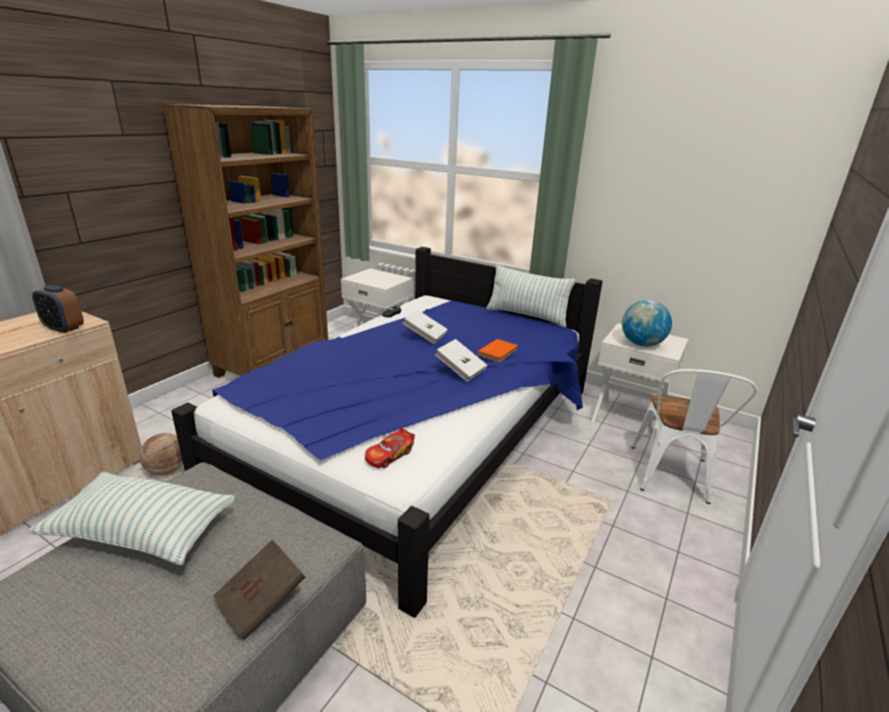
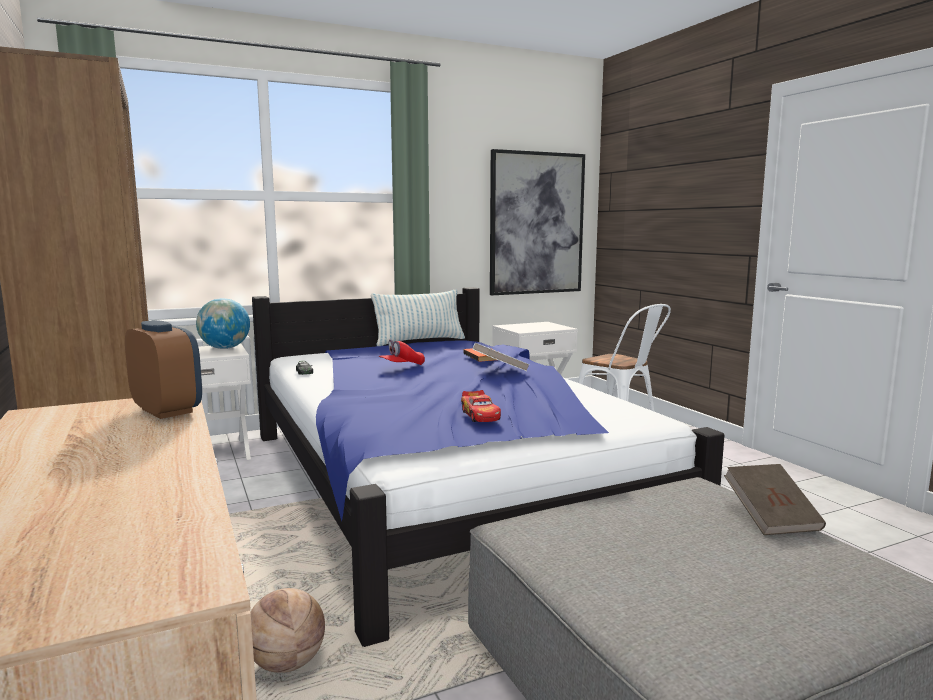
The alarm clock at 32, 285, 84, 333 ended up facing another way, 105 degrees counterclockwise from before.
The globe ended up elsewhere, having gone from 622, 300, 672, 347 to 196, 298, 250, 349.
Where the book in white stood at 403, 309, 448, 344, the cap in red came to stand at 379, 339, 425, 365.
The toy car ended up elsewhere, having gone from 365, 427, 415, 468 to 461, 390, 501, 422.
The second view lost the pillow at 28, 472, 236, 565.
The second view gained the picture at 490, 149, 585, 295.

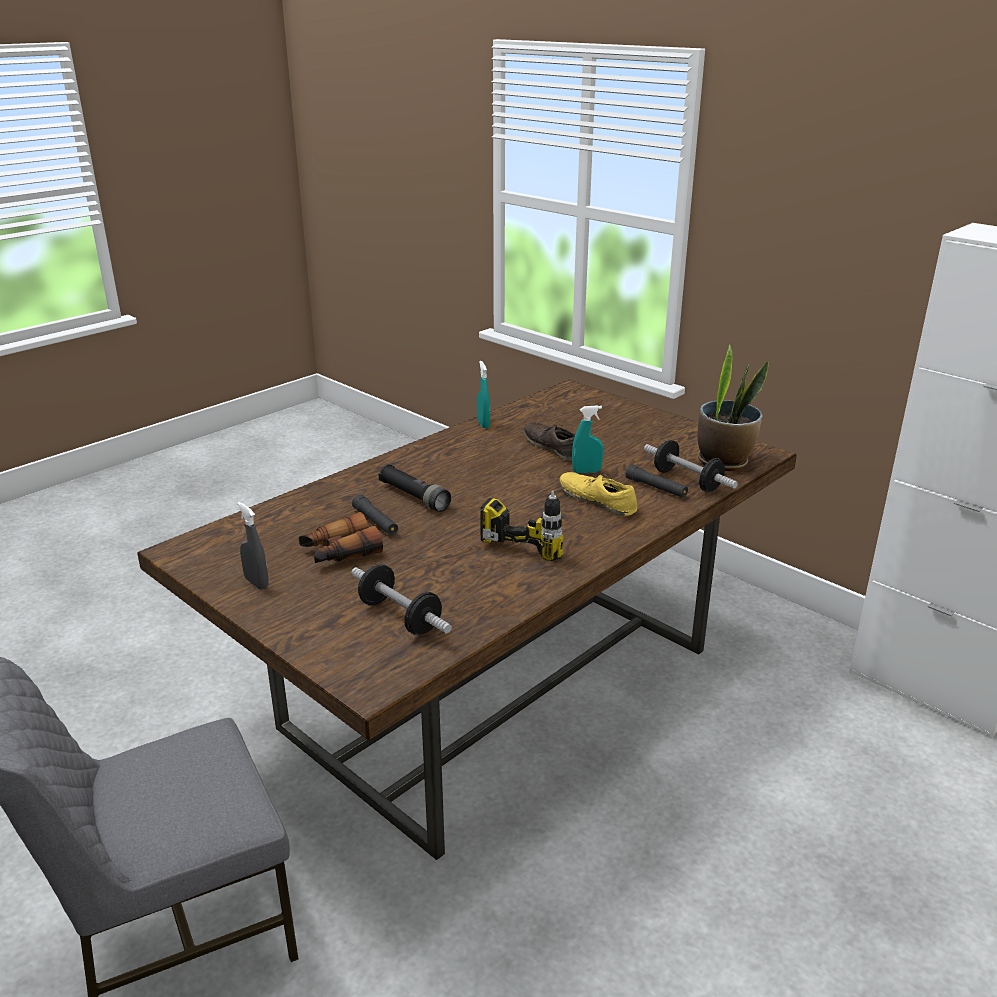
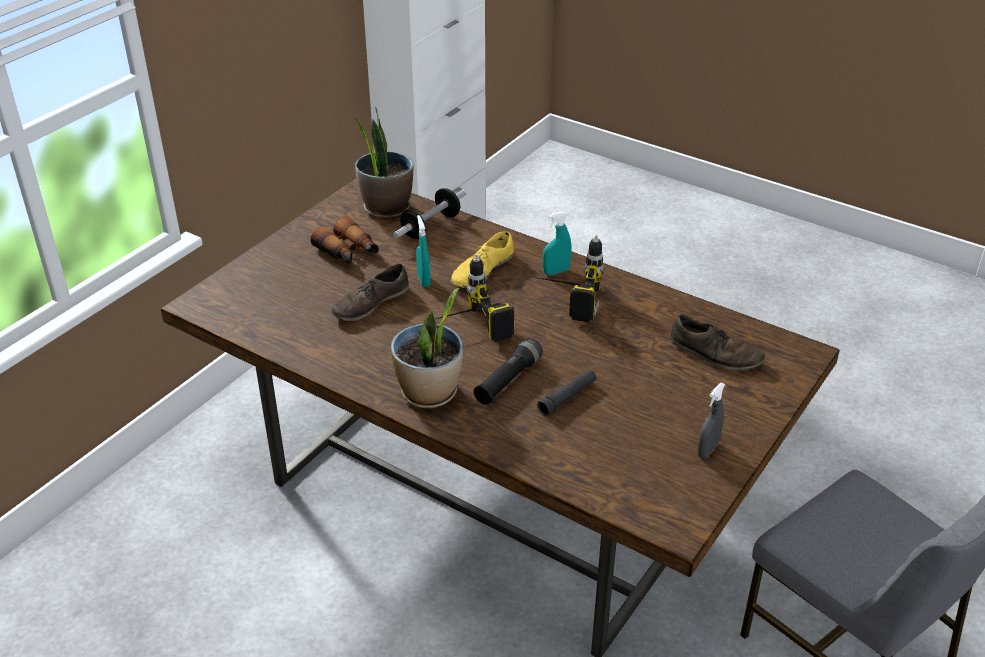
The spray bottle in turquoise ended up elsewhere, having gone from 477, 361, 490, 429 to 543, 212, 571, 275.
The second view lost the flashlight in black at 625, 465, 688, 498.
The binoculars ended up elsewhere, having gone from 299, 512, 383, 563 to 311, 217, 379, 265.
Where the dumbbell stood at 351, 565, 452, 635, the shoe in brown came to stand at 670, 314, 765, 371.
The second view gained the power drill at 436, 254, 514, 343.
The second view gained the potted plant at 391, 288, 463, 408.

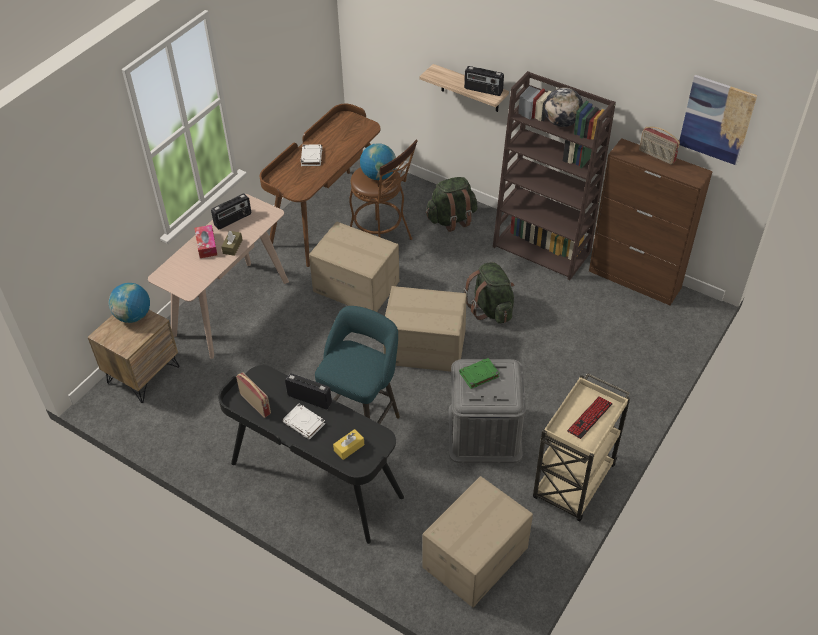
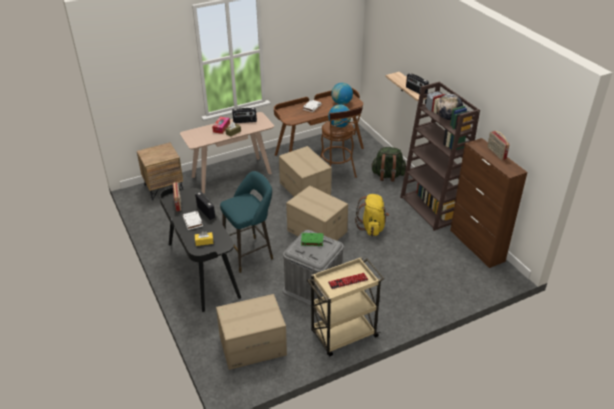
The second view lost the picture at 679, 75, 757, 165.
What was the backpack in green at 463, 262, 514, 324 turned into the backpack in yellow at 355, 194, 389, 236.
The globe ended up elsewhere, having gone from 109, 283, 150, 323 to 331, 83, 353, 105.

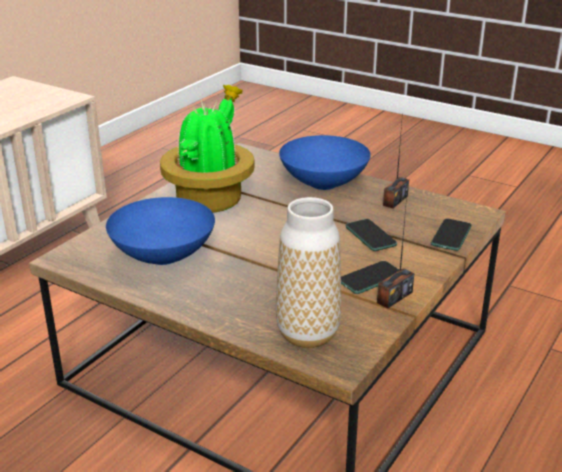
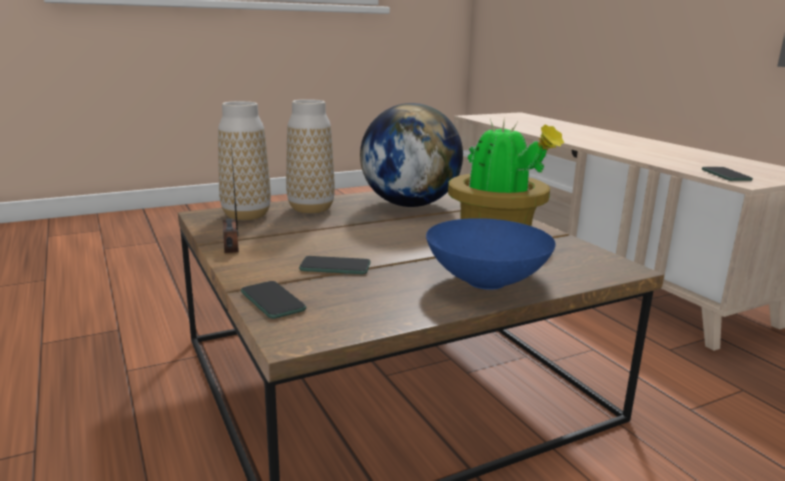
The second view lost the radio at 383, 112, 409, 208.
Where the bowl in blue stood at 106, 197, 215, 265, the globe came to stand at 360, 103, 463, 207.
The phone ended up elsewhere, having gone from 341, 261, 399, 294 to 702, 167, 753, 181.
The second view gained the vase at 286, 99, 335, 214.

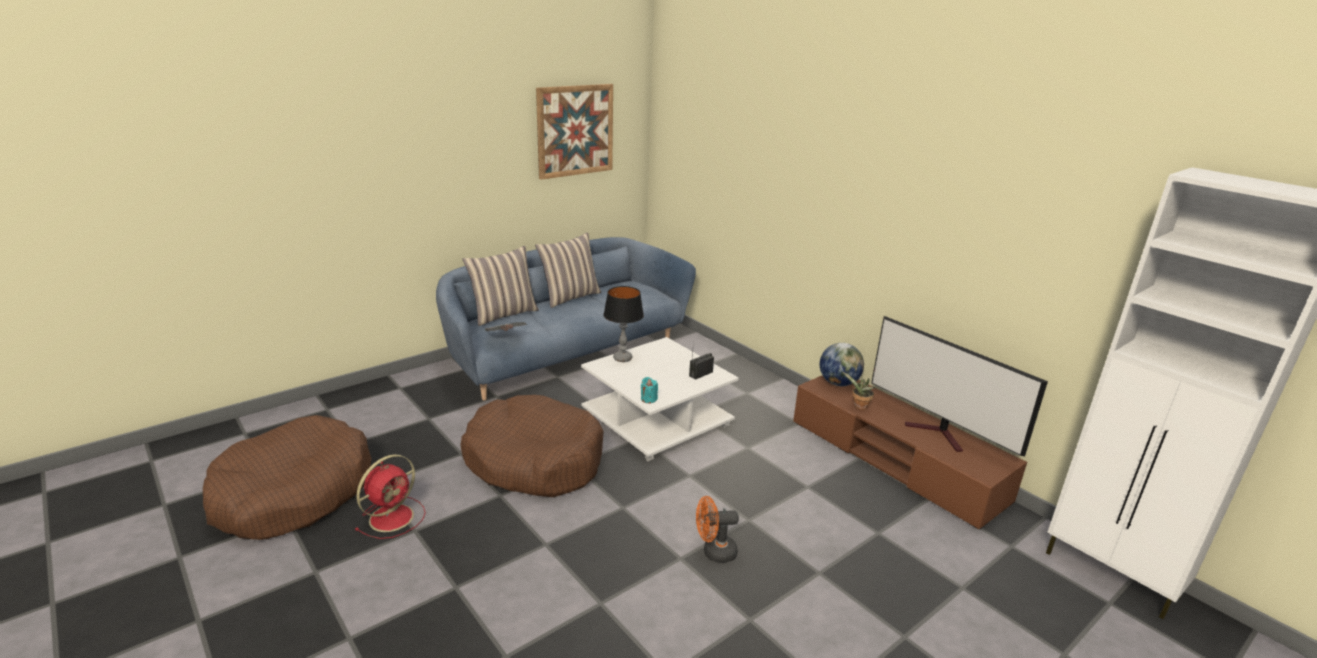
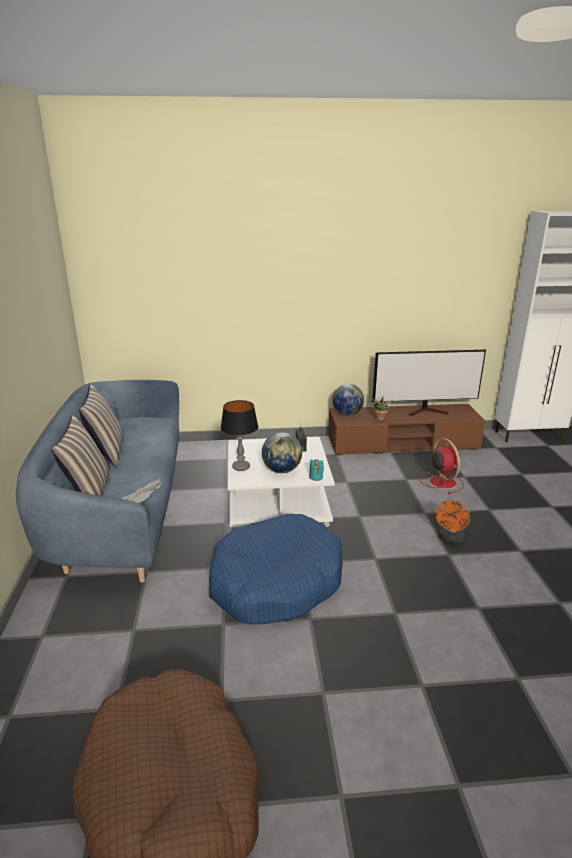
The second view lost the picture at 536, 84, 613, 180.
What was the dog bed in brown at 460, 395, 604, 497 turned into the dog bed in blue at 209, 514, 343, 624.
The fan in red ended up elsewhere, having gone from 355, 454, 426, 539 to 420, 438, 464, 494.
The second view gained the globe at 262, 432, 302, 473.

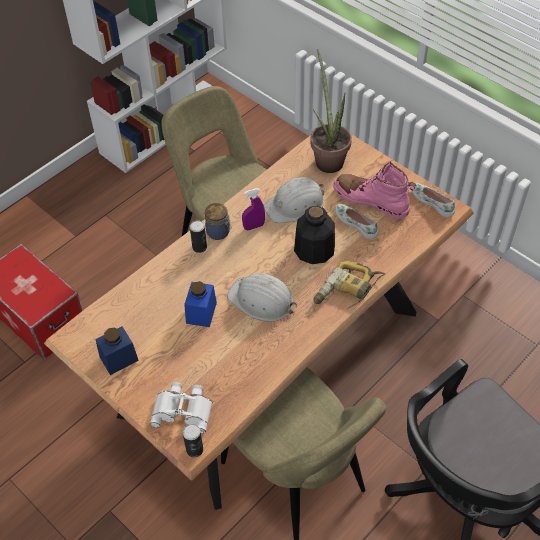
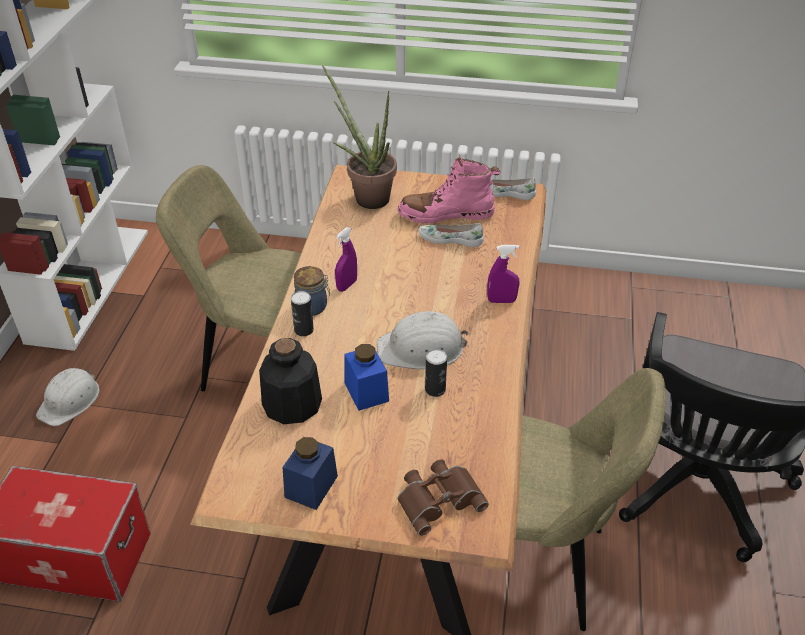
The hard hat in white ended up elsewhere, having gone from 264, 177, 324, 223 to 36, 368, 99, 426.
The bottle ended up elsewhere, having gone from 294, 206, 335, 264 to 259, 338, 322, 424.
Where the power drill stood at 313, 261, 385, 310, the spray bottle in purple came to stand at 487, 245, 520, 303.
What was the binoculars in white at 150, 382, 212, 433 turned into the binoculars in brown at 397, 460, 489, 536.
The can ended up elsewhere, having gone from 183, 424, 203, 457 to 425, 349, 447, 397.

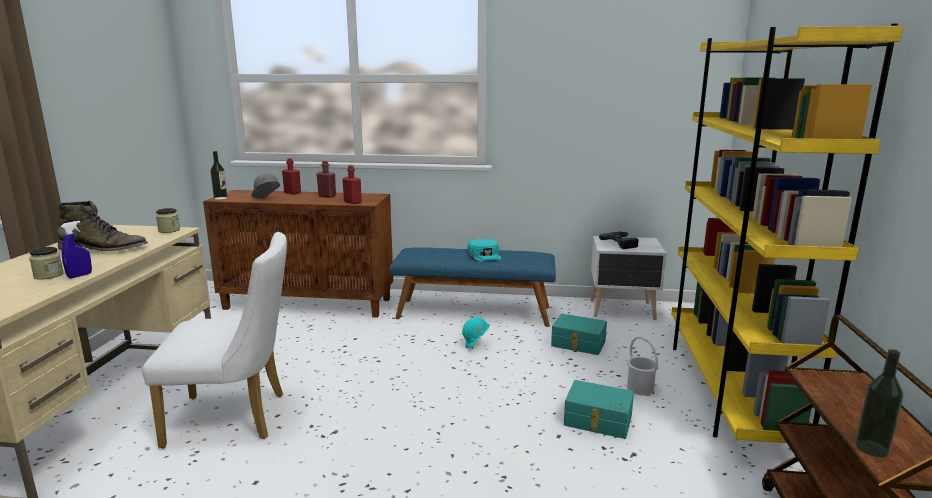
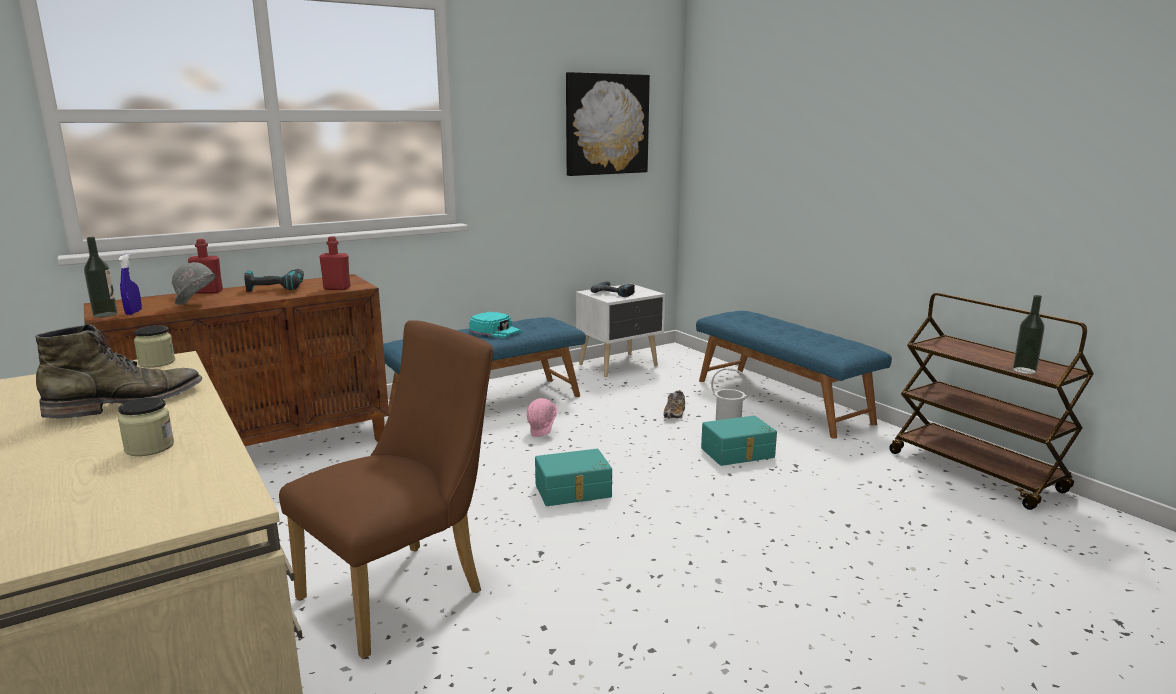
Where the bookcase in yellow stood at 671, 24, 904, 443, the bench in blue came to stand at 696, 311, 892, 439.
Where the bottle in red stood at 316, 161, 336, 198, the power drill came to stand at 244, 269, 304, 292.
The spray bottle in blue ended up elsewhere, having gone from 61, 221, 92, 278 to 118, 254, 142, 315.
What was the chair in white at 142, 232, 287, 448 turned into the chair in brown at 279, 320, 493, 659.
The storage box in turquoise ended up elsewhere, having gone from 551, 314, 607, 355 to 535, 449, 612, 506.
What was the hard hat in turquoise at 462, 317, 490, 348 turned into the hard hat in pink at 527, 398, 558, 437.
The second view gained the picture at 566, 72, 650, 176.
The second view gained the shoe at 663, 390, 685, 419.

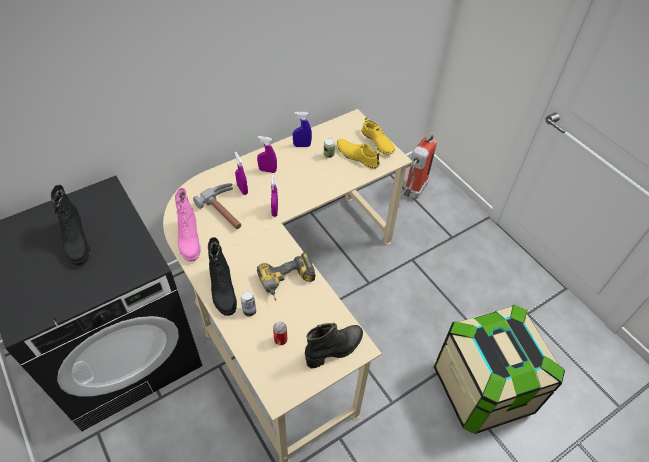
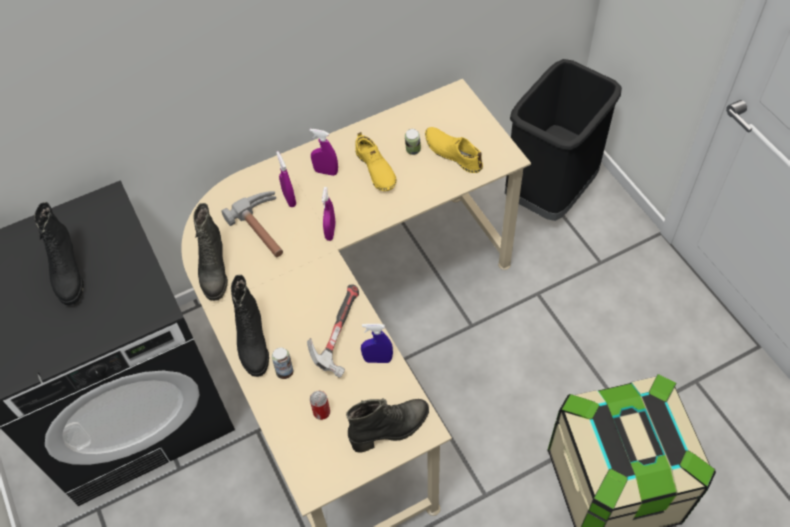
The spray bottle in blue ended up elsewhere, having gone from 293, 112, 312, 147 to 361, 324, 393, 363.
The shoe in yellow ended up elsewhere, having gone from 362, 118, 395, 155 to 355, 132, 396, 191.
Where the fire extinguisher stood at 404, 133, 437, 199, the trash can in black came to stand at 505, 59, 622, 221.
What was the boot in pink at 175, 188, 201, 262 turned into the boot in black at 193, 203, 228, 301.
Where the power drill stood at 257, 252, 315, 301, the hammer came to stand at 307, 284, 359, 378.

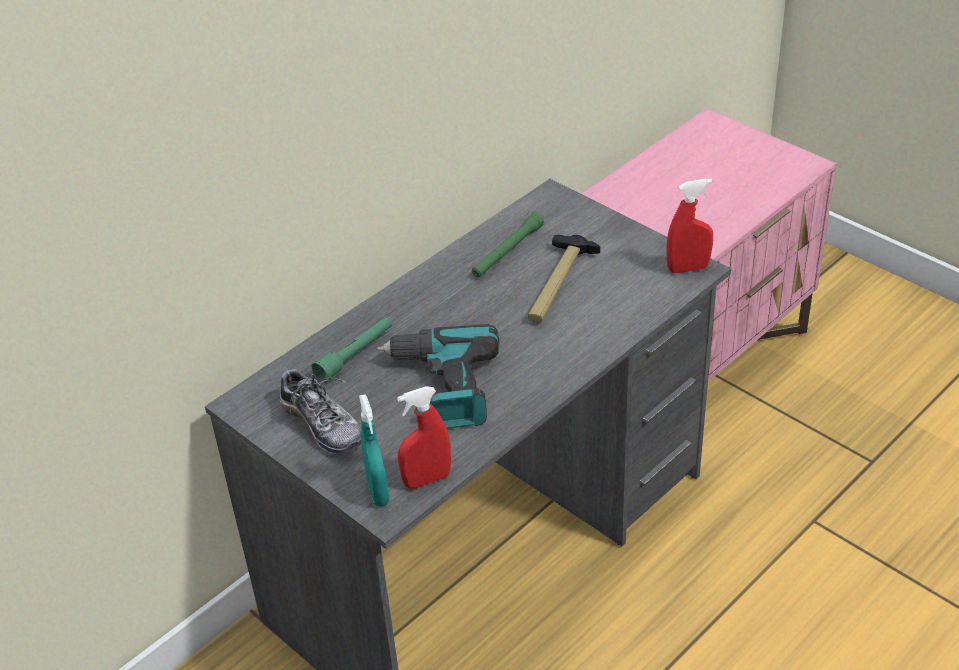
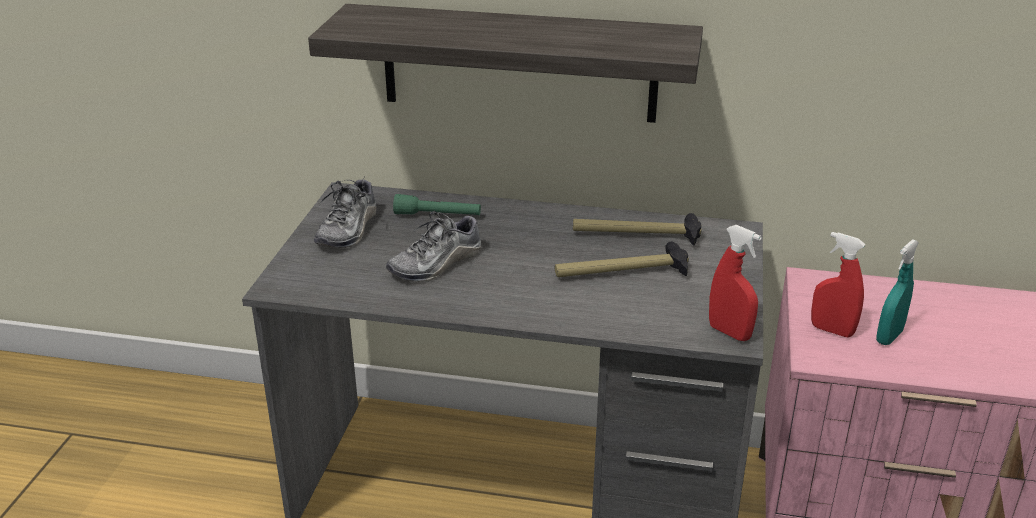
Where the flashlight in green stood at 472, 213, 544, 278, the hammer came to stand at 573, 213, 701, 245.
Where the power drill stood at 377, 324, 500, 428, the shoe came to stand at 386, 211, 481, 282.
The spray bottle in red ended up elsewhere, having gone from 397, 386, 451, 489 to 811, 232, 865, 337.
The spray bottle in turquoise ended up elsewhere, having gone from 359, 394, 389, 507 to 876, 239, 919, 345.
The second view gained the shelf at 308, 4, 703, 123.

